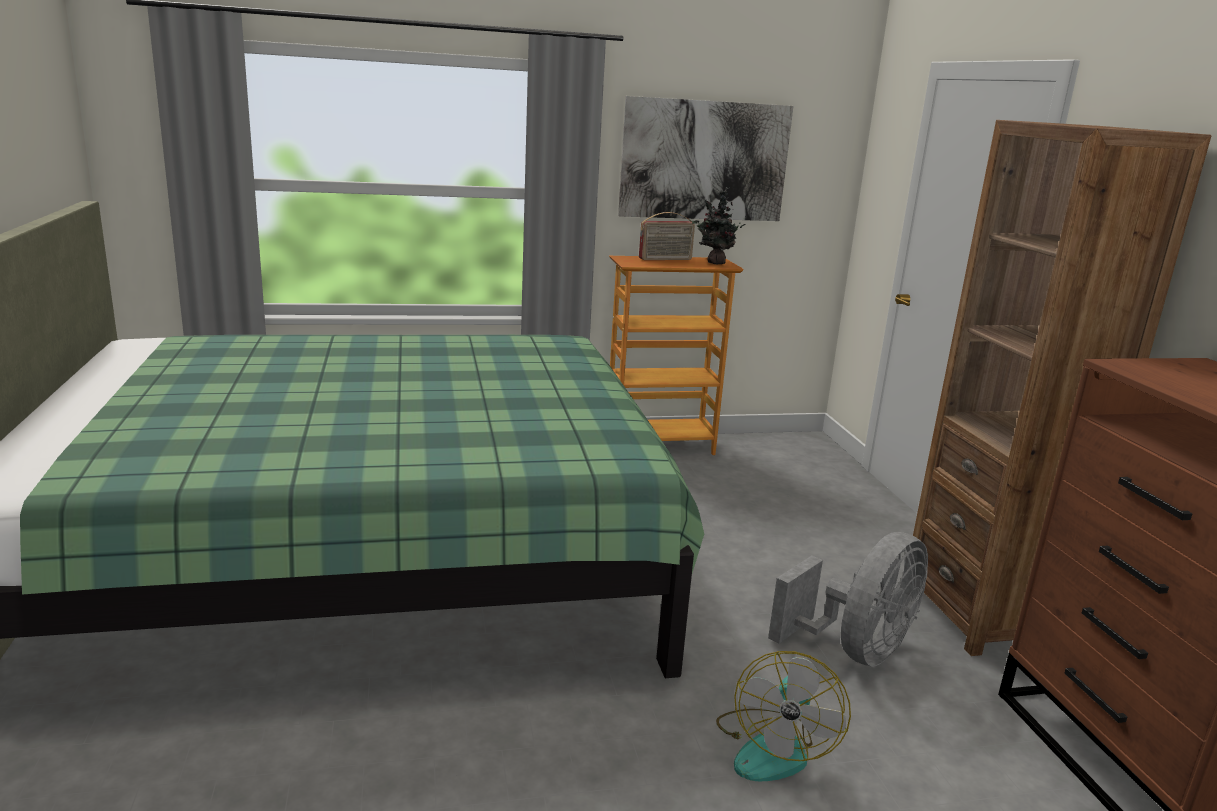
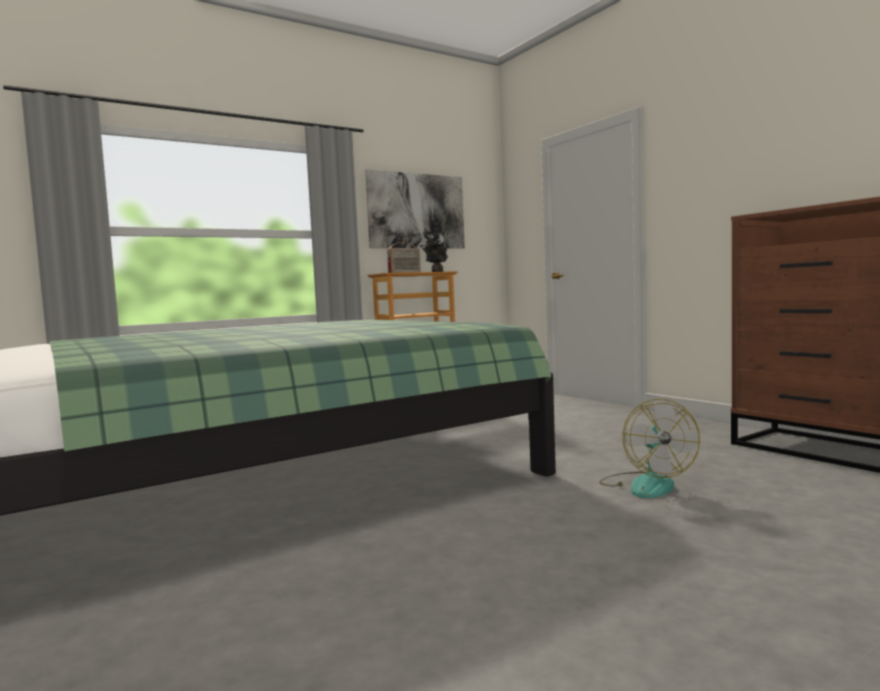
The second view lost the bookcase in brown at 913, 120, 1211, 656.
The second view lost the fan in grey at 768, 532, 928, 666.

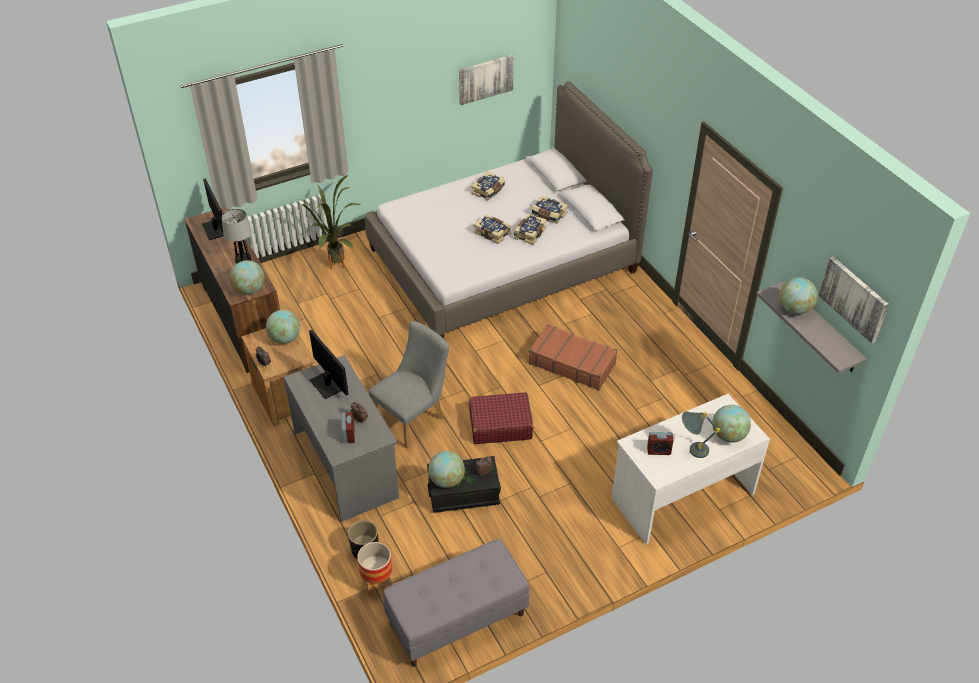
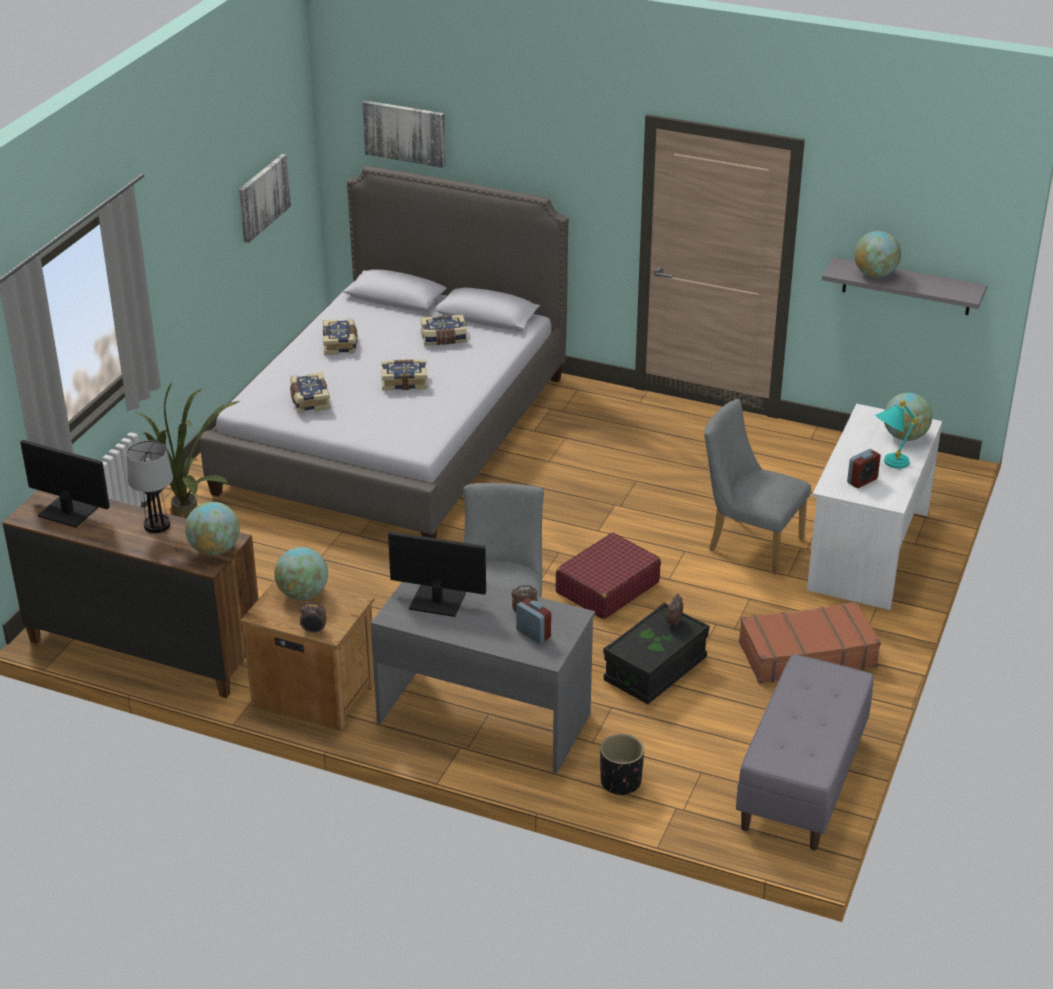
The book ended up elsewhere, having gone from 514, 214, 547, 245 to 290, 372, 330, 413.
The picture ended up elsewhere, having gone from 819, 257, 889, 343 to 362, 100, 446, 168.
The suitcase in brown ended up elsewhere, having gone from 529, 324, 618, 390 to 739, 601, 881, 684.
What was the table lamp in grey at 682, 412, 720, 458 turned into the table lamp in turquoise at 875, 400, 918, 469.
The second view lost the globe at 428, 451, 465, 488.
The second view lost the planter at 357, 542, 392, 596.
The second view gained the chair in grey at 704, 399, 811, 574.

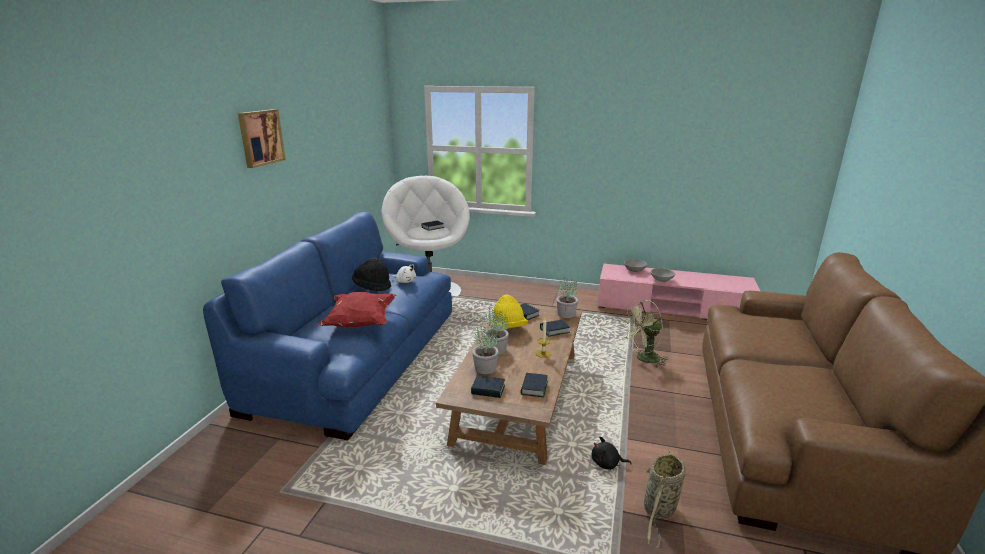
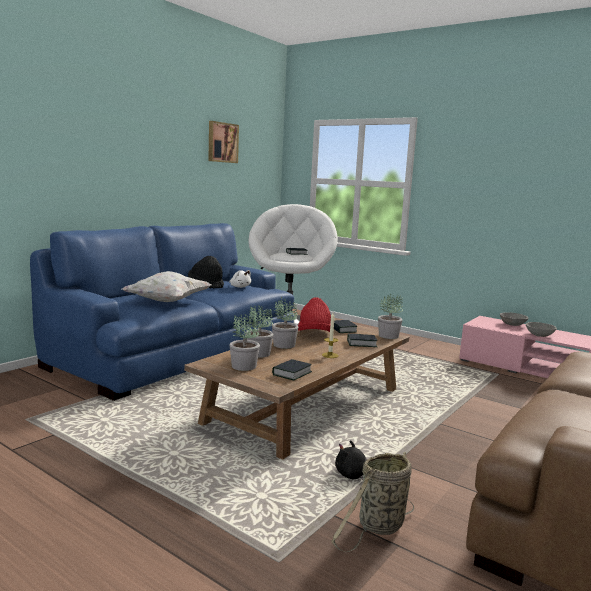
The picture ended up elsewhere, having gone from 238, 109, 286, 168 to 208, 121, 239, 163.
What was the pillow in red at 317, 292, 396, 327 turned into the pillow in white at 122, 271, 211, 302.
What was the hat in yellow at 492, 295, 528, 329 turned into the hat in red at 298, 297, 331, 332.
The second view lost the fan in green at 623, 300, 668, 368.
Where the book stood at 471, 376, 505, 398, the potted plant came to stand at 229, 314, 260, 371.

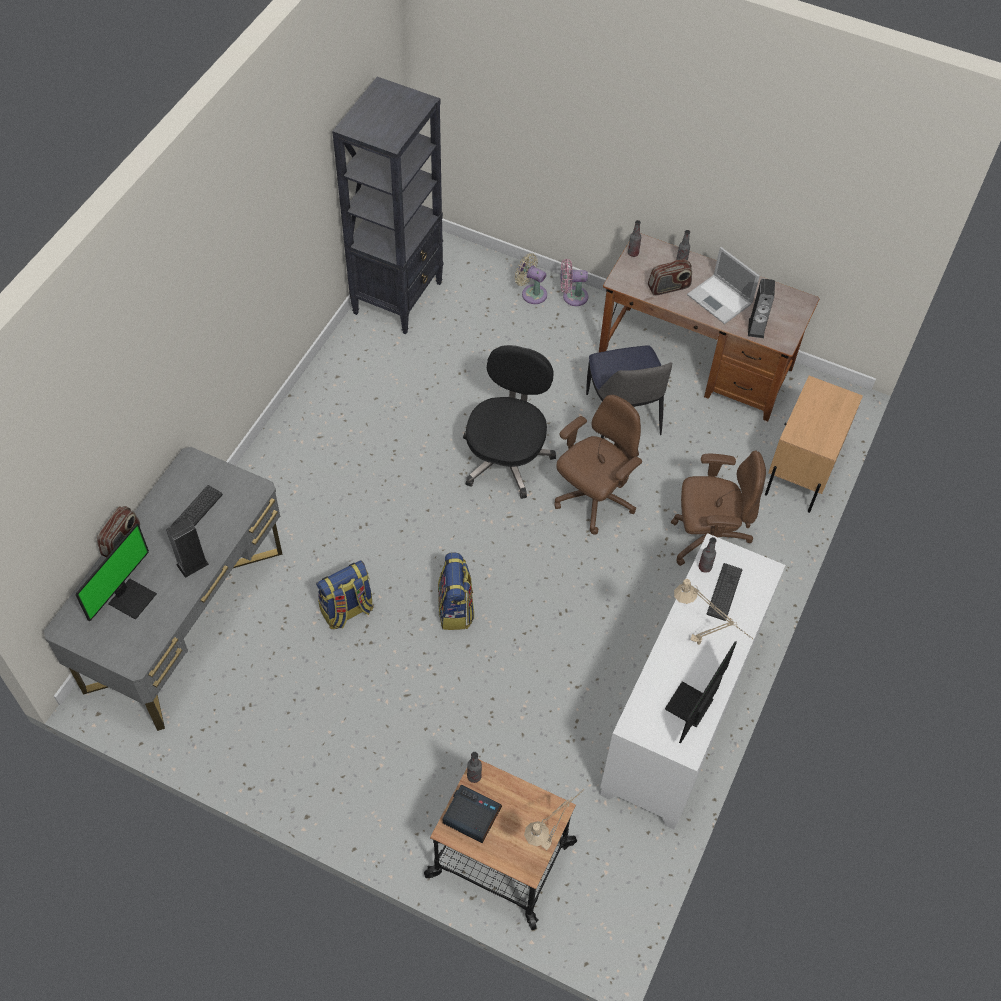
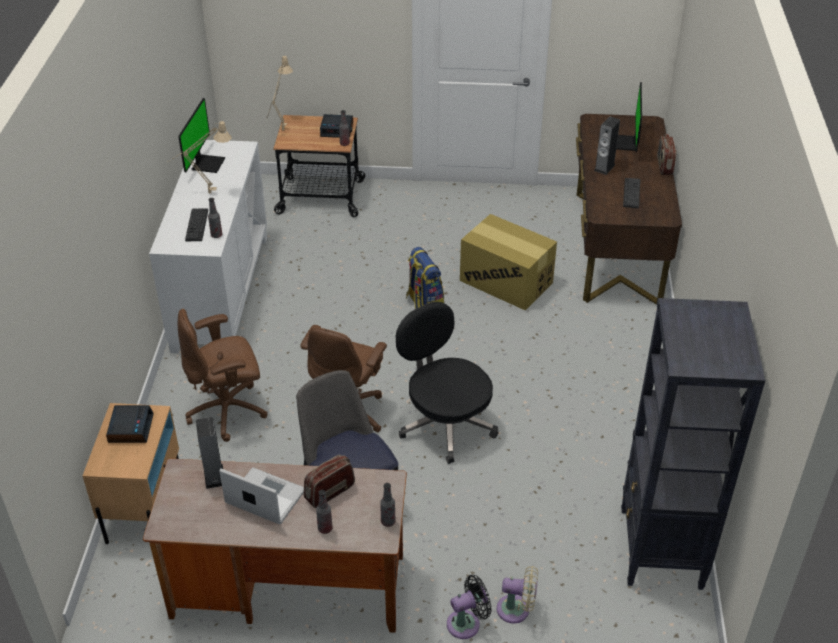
What was the fan in pink at 561, 259, 588, 306 turned into the fan in black at 447, 575, 492, 639.
The office chair in black at 463, 345, 556, 499 ended up facing another way, 150 degrees clockwise from before.
What was the desk in grey at 44, 447, 282, 731 turned into the desk in brown at 576, 114, 682, 305.
Where the backpack stood at 316, 560, 374, 629, the cardboard box came to stand at 460, 214, 557, 310.
The second view gained the alarm clock at 106, 405, 154, 443.

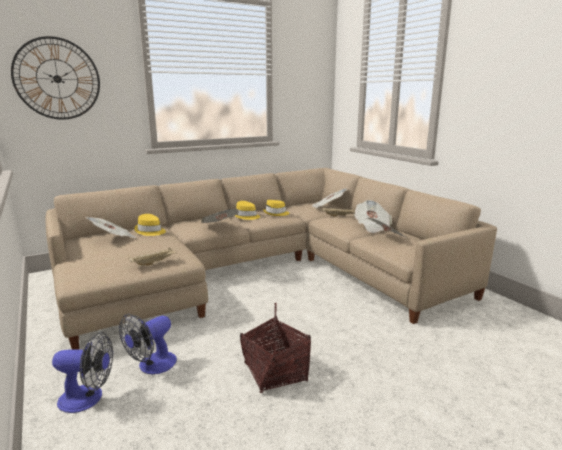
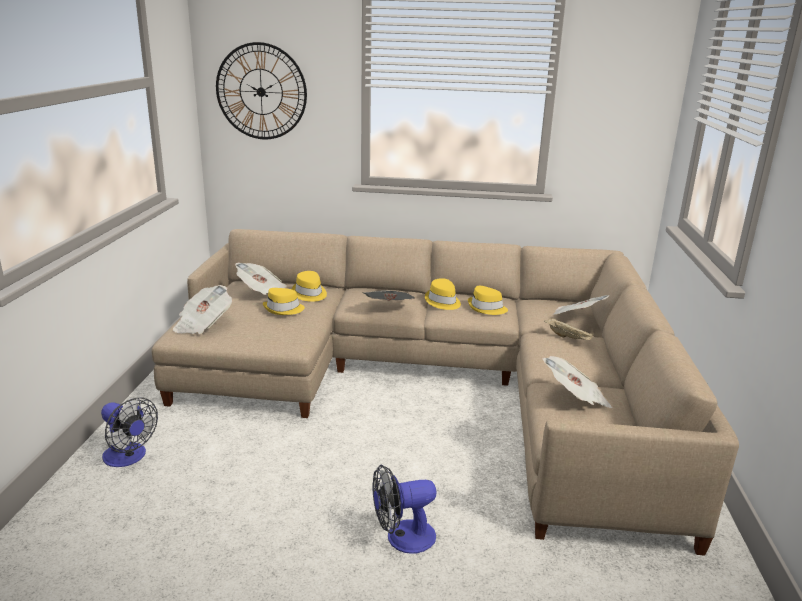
The newspaper ended up elsewhere, having gone from 354, 200, 392, 233 to 173, 285, 232, 334.
The second view lost the tray in beige at 128, 248, 177, 266.
The second view lost the basket at 240, 303, 311, 393.
The fan ended up elsewhere, having gone from 119, 314, 177, 374 to 373, 465, 437, 554.
The second view gained the hat in yellow at 263, 288, 305, 315.

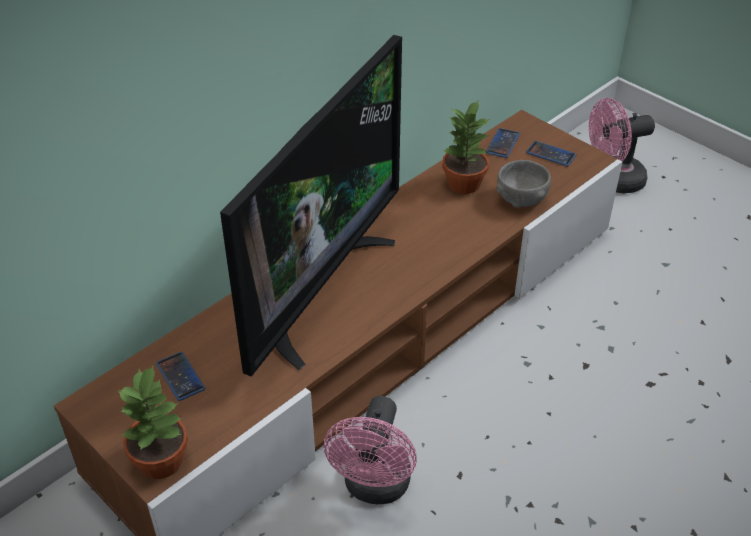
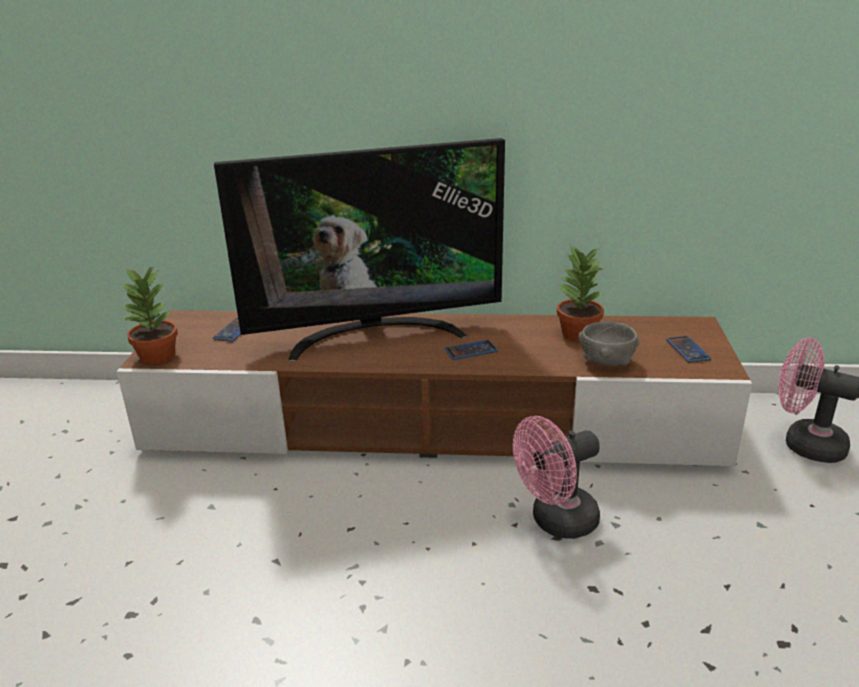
The phone ended up elsewhere, having gone from 486, 128, 520, 158 to 445, 340, 498, 360.
The fan in pink ended up elsewhere, having gone from 324, 396, 417, 504 to 513, 416, 600, 539.

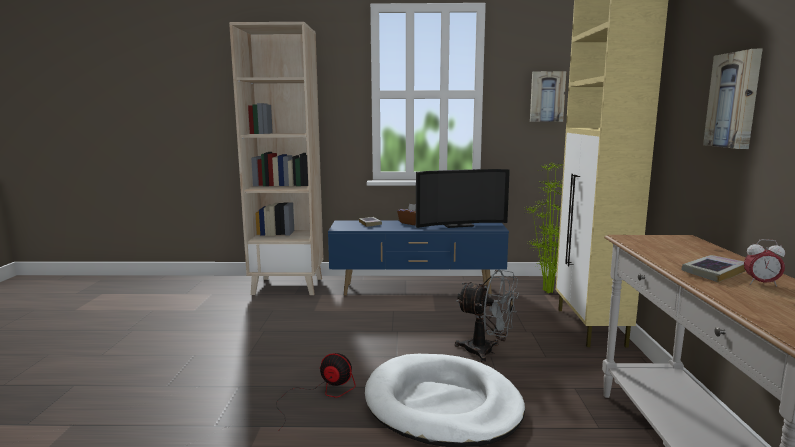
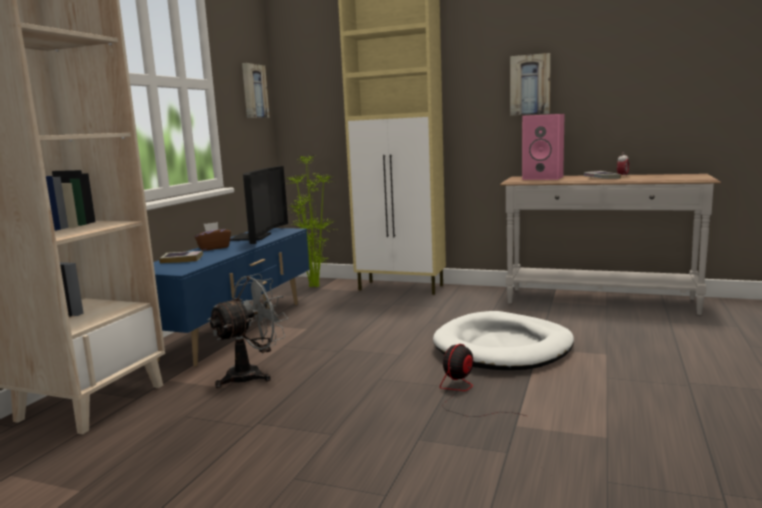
The fan in grey ended up elsewhere, having gone from 455, 270, 519, 362 to 208, 274, 288, 388.
The second view gained the speaker in pink at 522, 114, 565, 180.

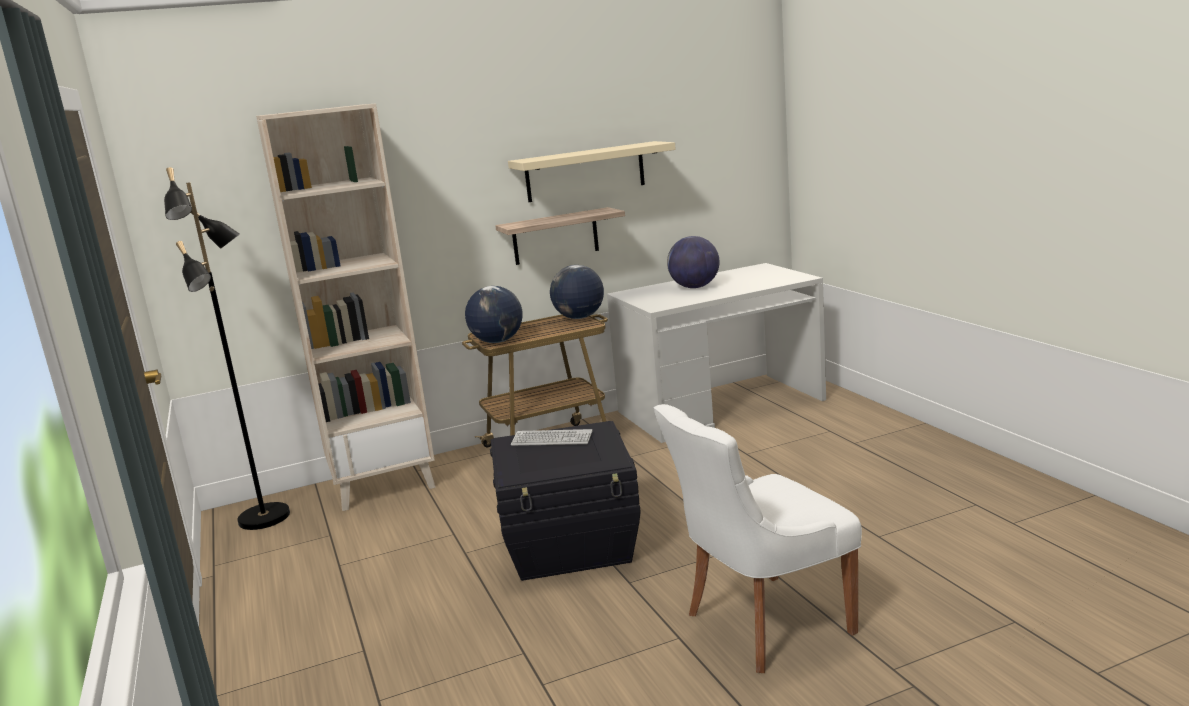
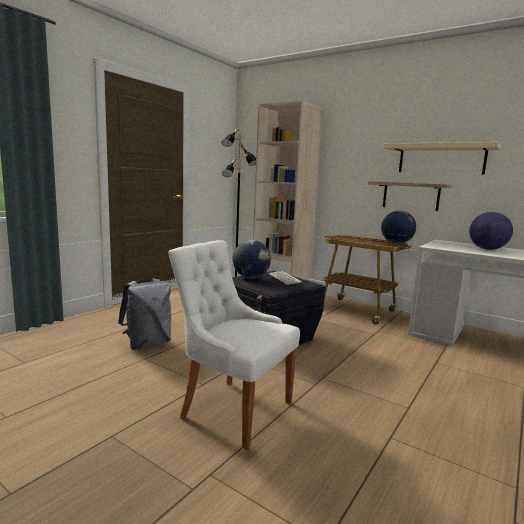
The globe ended up elsewhere, having gone from 465, 286, 523, 343 to 232, 240, 271, 278.
The second view gained the backpack in grey at 118, 278, 171, 350.

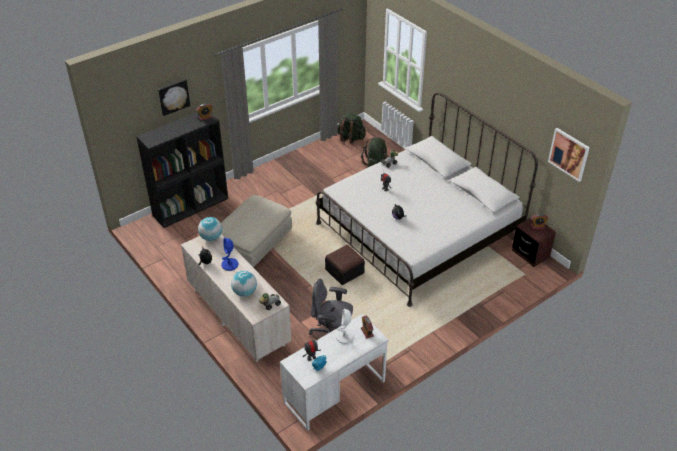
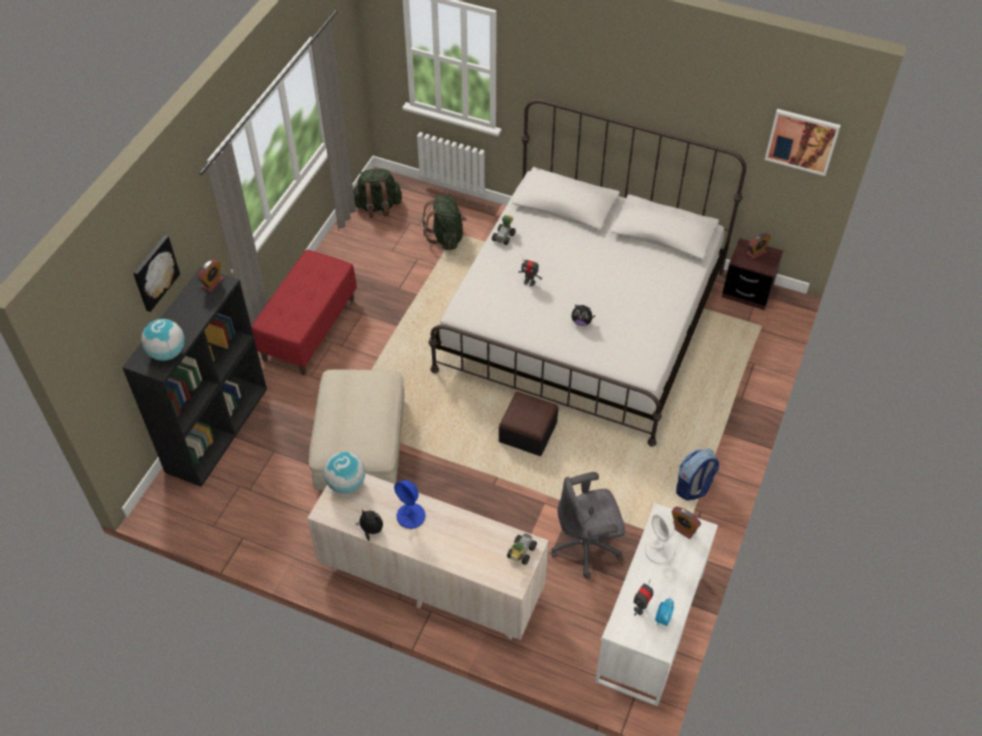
The globe ended up elsewhere, having gone from 231, 271, 257, 297 to 141, 319, 185, 361.
The second view gained the bench in red at 252, 250, 357, 375.
The second view gained the backpack at 676, 448, 719, 501.

